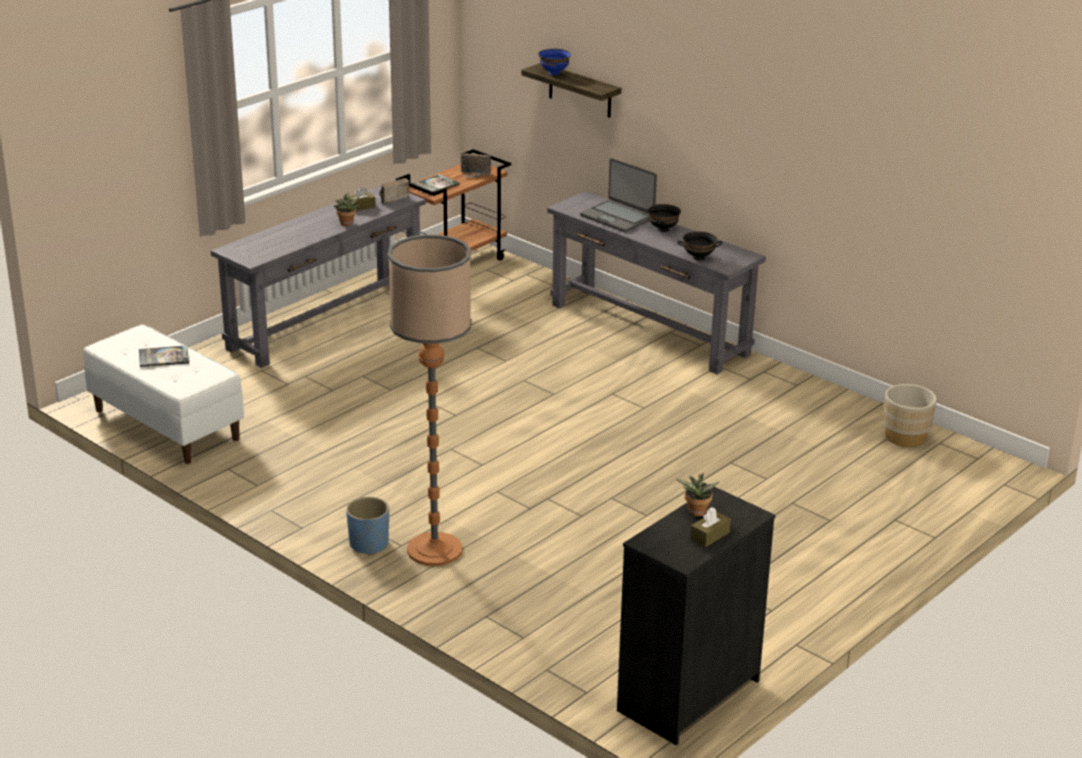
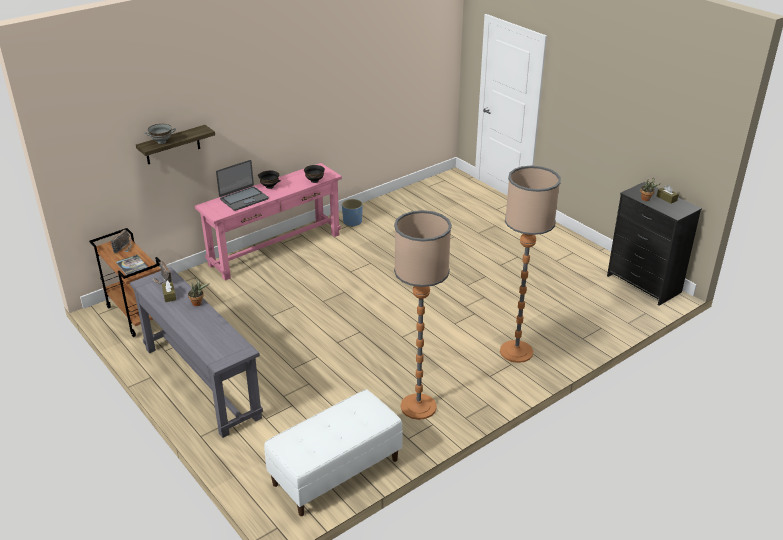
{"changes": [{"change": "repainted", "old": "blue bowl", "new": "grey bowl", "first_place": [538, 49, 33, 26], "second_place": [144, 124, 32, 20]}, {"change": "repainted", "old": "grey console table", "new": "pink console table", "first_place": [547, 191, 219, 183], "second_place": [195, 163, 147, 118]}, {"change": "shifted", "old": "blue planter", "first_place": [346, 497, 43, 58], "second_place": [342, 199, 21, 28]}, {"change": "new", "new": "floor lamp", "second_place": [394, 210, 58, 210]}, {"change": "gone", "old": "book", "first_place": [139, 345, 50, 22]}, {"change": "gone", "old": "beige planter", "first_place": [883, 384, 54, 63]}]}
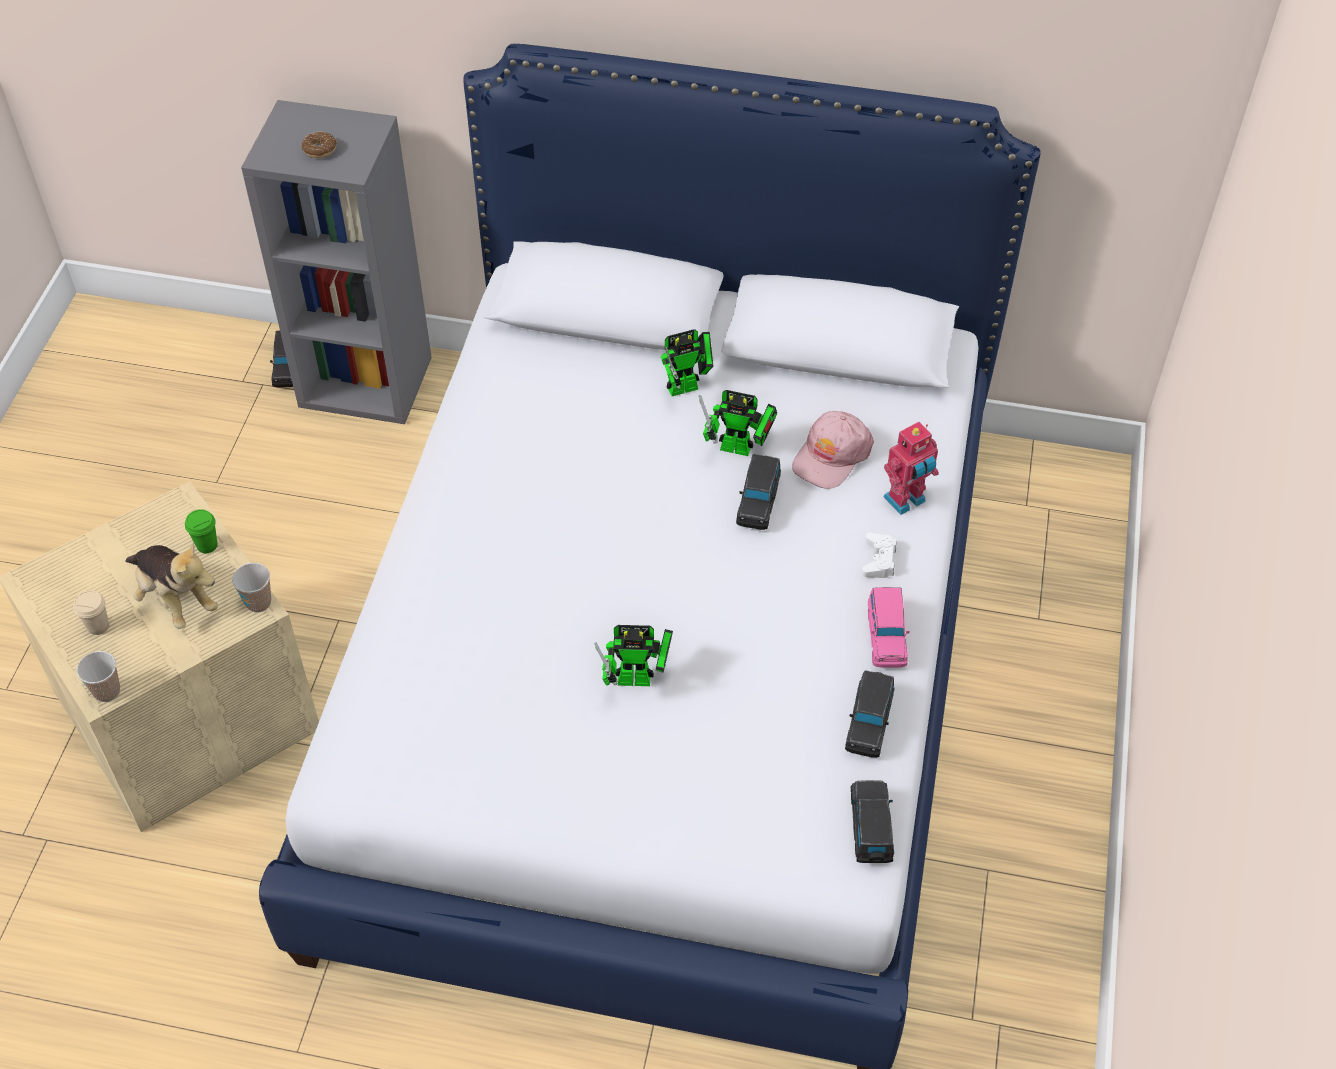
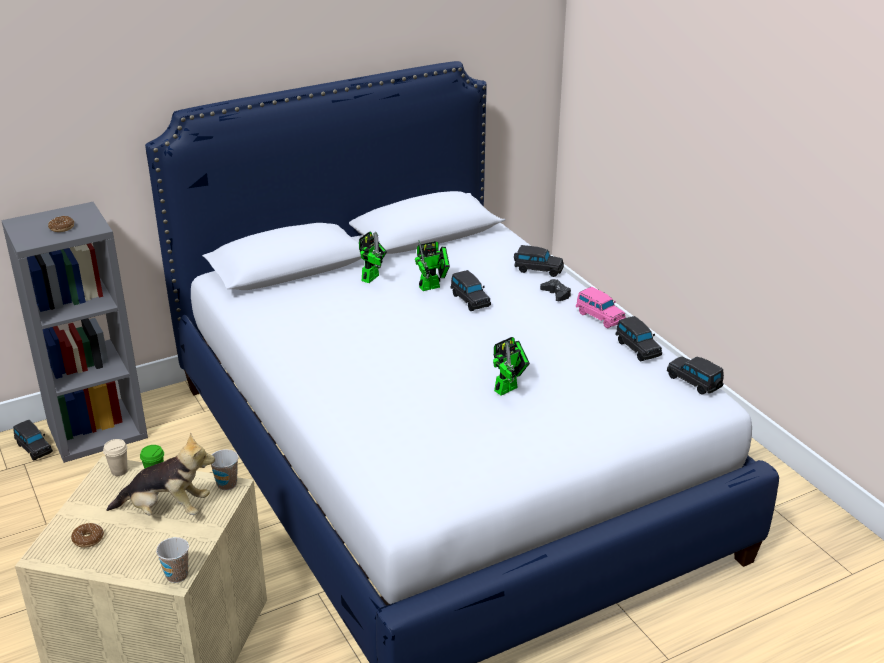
{"changes": [{"change": "new", "new": "donut", "second_place": [71, 523, 33, 25]}, {"change": "shifted", "old": "beige cup", "first_place": [73, 590, 36, 45], "second_place": [103, 439, 25, 37]}, {"change": "swapped", "old": "toy robot", "new": "black toy car", "first_place": [883, 422, 56, 93], "second_place": [514, 245, 50, 32]}, {"change": "repainted", "old": "white game controller", "new": "black game controller", "first_place": [862, 533, 35, 45], "second_place": [540, 279, 31, 22]}, {"change": "gone", "old": "pink cap", "first_place": [792, 411, 82, 78]}]}
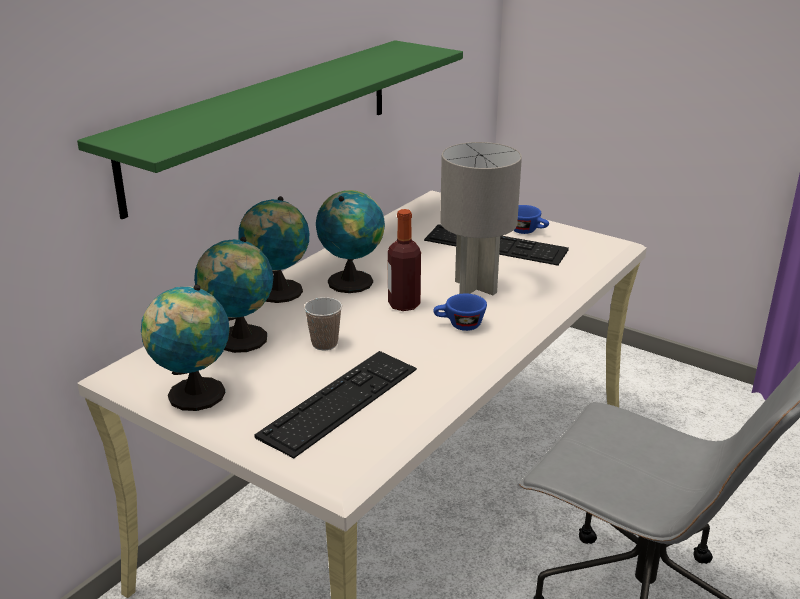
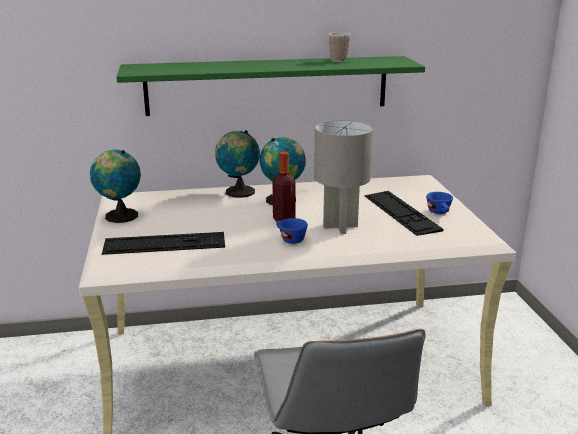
{"changes": [{"change": "shifted", "old": "cup", "first_place": [304, 297, 38, 54], "second_place": [328, 32, 23, 30]}, {"change": "gone", "old": "globe", "first_place": [194, 237, 79, 116]}]}
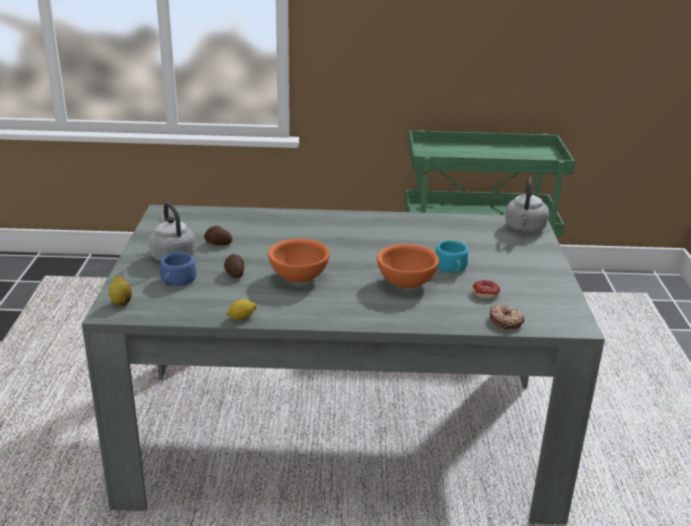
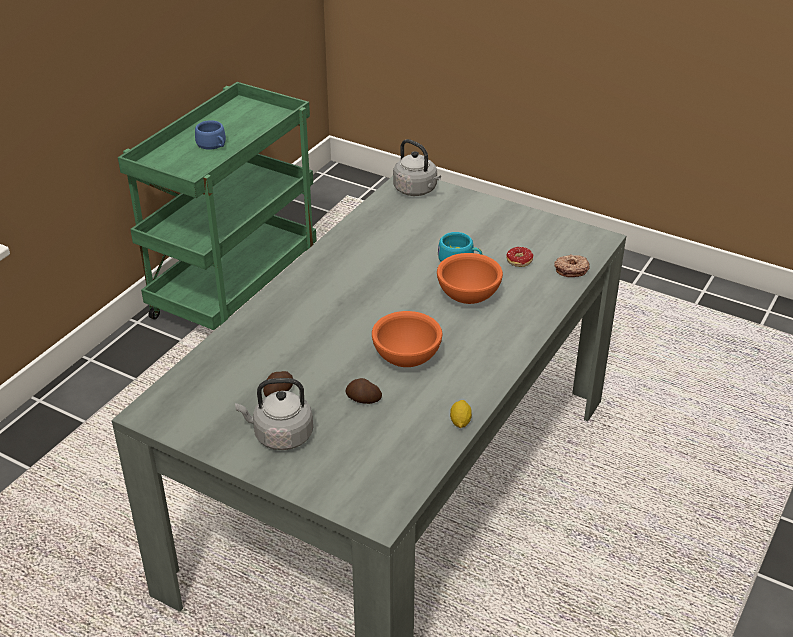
{"changes": [{"change": "shifted", "old": "blue cup", "first_place": [160, 252, 37, 34], "second_place": [195, 120, 31, 30]}, {"change": "gone", "old": "lemon", "first_place": [109, 275, 23, 31]}]}
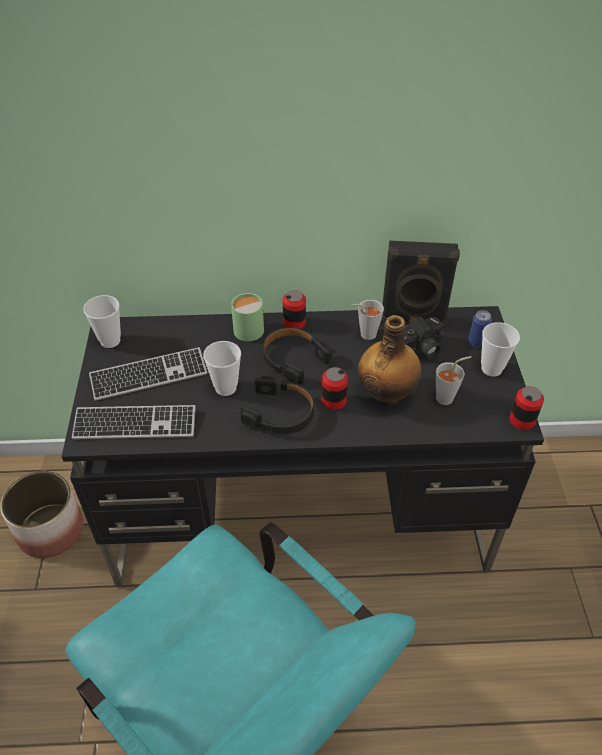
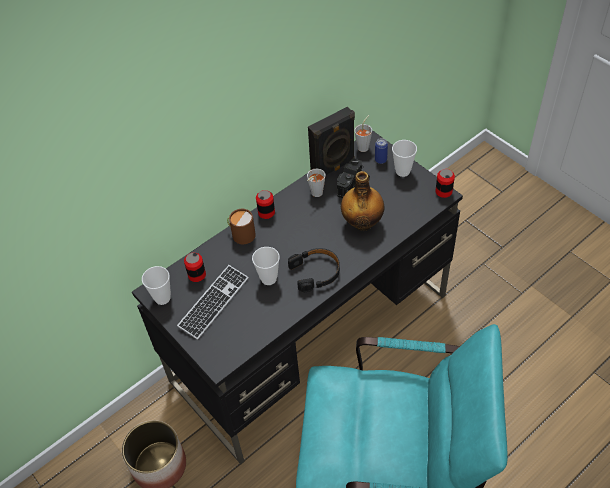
{"changes": [{"change": "shifted", "old": "can", "first_place": [321, 367, 27, 43], "second_place": [184, 253, 22, 29]}, {"change": "repainted", "old": "green mug", "new": "brown mug", "first_place": [231, 293, 33, 48], "second_place": [227, 209, 29, 35]}, {"change": "shifted", "old": "grey cup", "first_place": [436, 356, 36, 49], "second_place": [354, 115, 18, 37]}, {"change": "gone", "old": "keyboard", "first_place": [72, 405, 123, 34]}, {"change": "gone", "old": "black headphones", "first_place": [263, 327, 69, 57]}]}
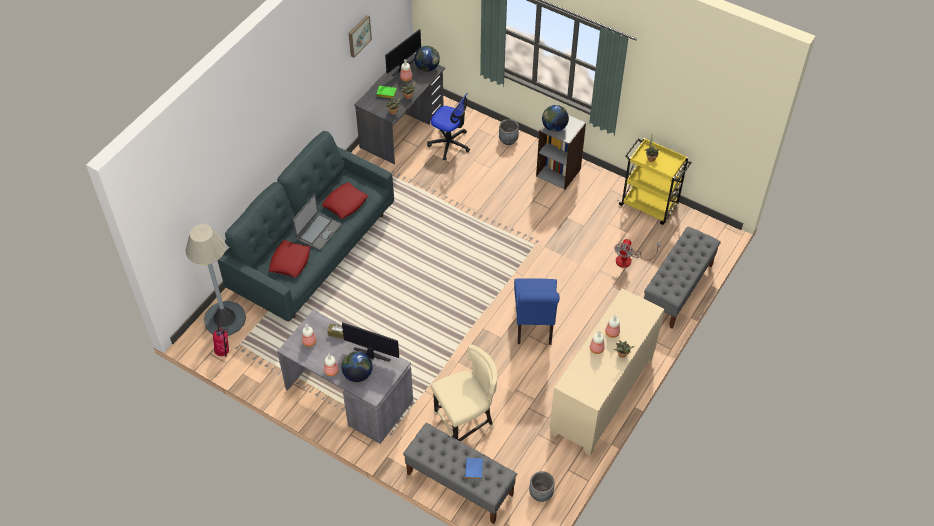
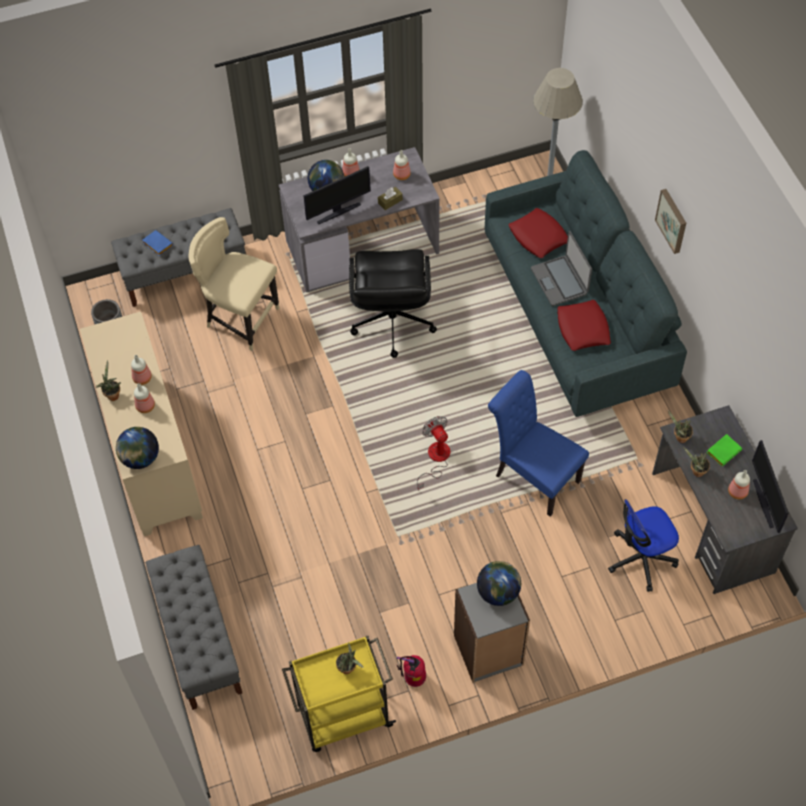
{"changes": [{"change": "shifted", "old": "globe", "first_place": [414, 46, 26, 26], "second_place": [116, 427, 43, 42]}, {"change": "rotated", "old": "beige chair", "first_place": [431, 345, 66, 97], "second_place": [189, 217, 90, 134], "degrees": 105}, {"change": "new", "new": "black office chair", "second_place": [349, 249, 88, 109]}, {"change": "shifted", "old": "fire extinguisher", "first_place": [213, 325, 16, 32], "second_place": [396, 655, 30, 32]}, {"change": "shifted", "old": "fan", "first_place": [615, 239, 46, 29], "second_place": [417, 416, 33, 74]}, {"change": "shifted", "old": "blue chair", "first_place": [514, 278, 46, 67], "second_place": [488, 370, 101, 146]}, {"change": "shifted", "old": "picture", "first_place": [348, 15, 24, 43], "second_place": [655, 189, 31, 65]}, {"change": "gone", "old": "grey planter", "first_place": [499, 119, 20, 26]}]}
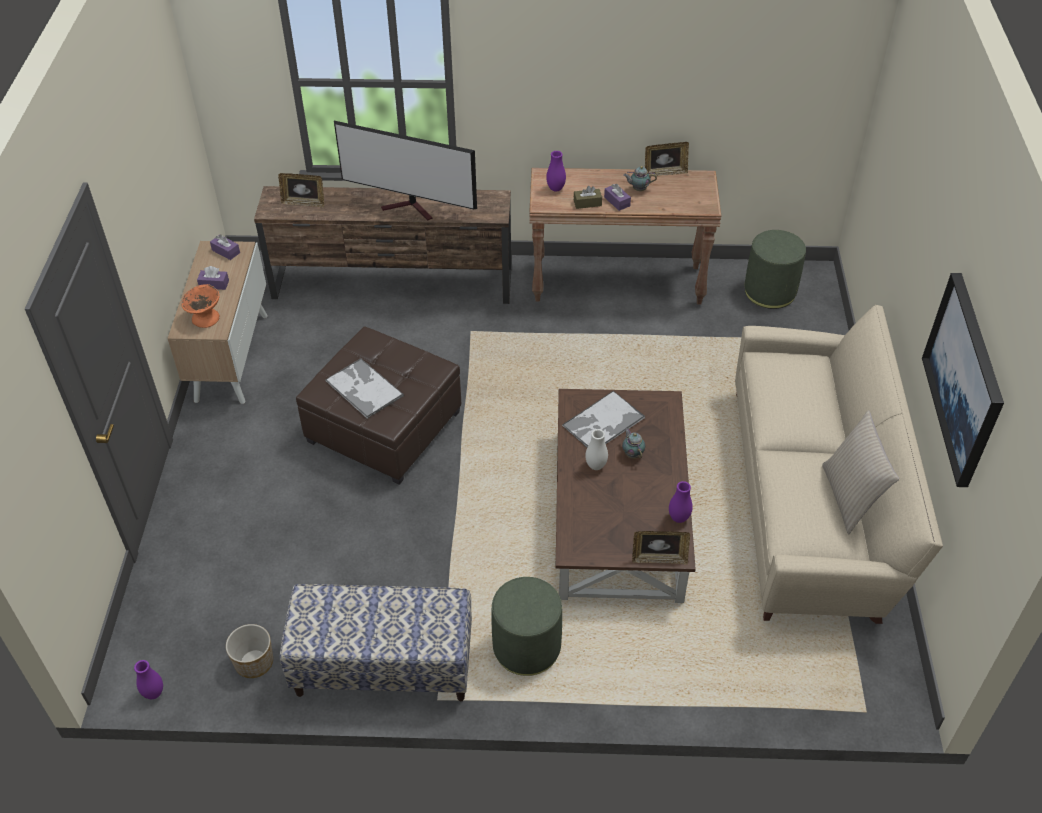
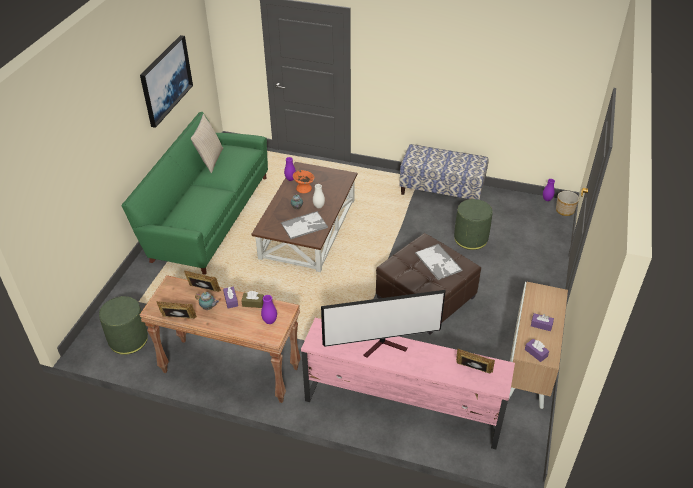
{"changes": [{"change": "repainted", "old": "beige sofa", "new": "green sofa", "first_place": [735, 305, 208, 319], "second_place": [121, 112, 147, 163]}, {"change": "shifted", "old": "picture frame", "first_place": [632, 531, 58, 34], "second_place": [184, 270, 37, 22]}, {"change": "shifted", "old": "orange bowl", "first_place": [181, 284, 39, 44], "second_place": [293, 170, 21, 23]}, {"change": "repainted", "old": "brown tv stand", "new": "pink tv stand", "first_place": [254, 186, 257, 118], "second_place": [301, 318, 214, 131]}, {"change": "rotated", "old": "television", "first_place": [334, 121, 143, 99], "second_place": [321, 290, 125, 68], "degrees": 135}, {"change": "shifted", "old": "green ottoman", "first_place": [491, 577, 71, 99], "second_place": [454, 199, 39, 51]}, {"change": "shifted", "old": "planter", "first_place": [226, 624, 47, 54], "second_place": [556, 191, 23, 25]}]}
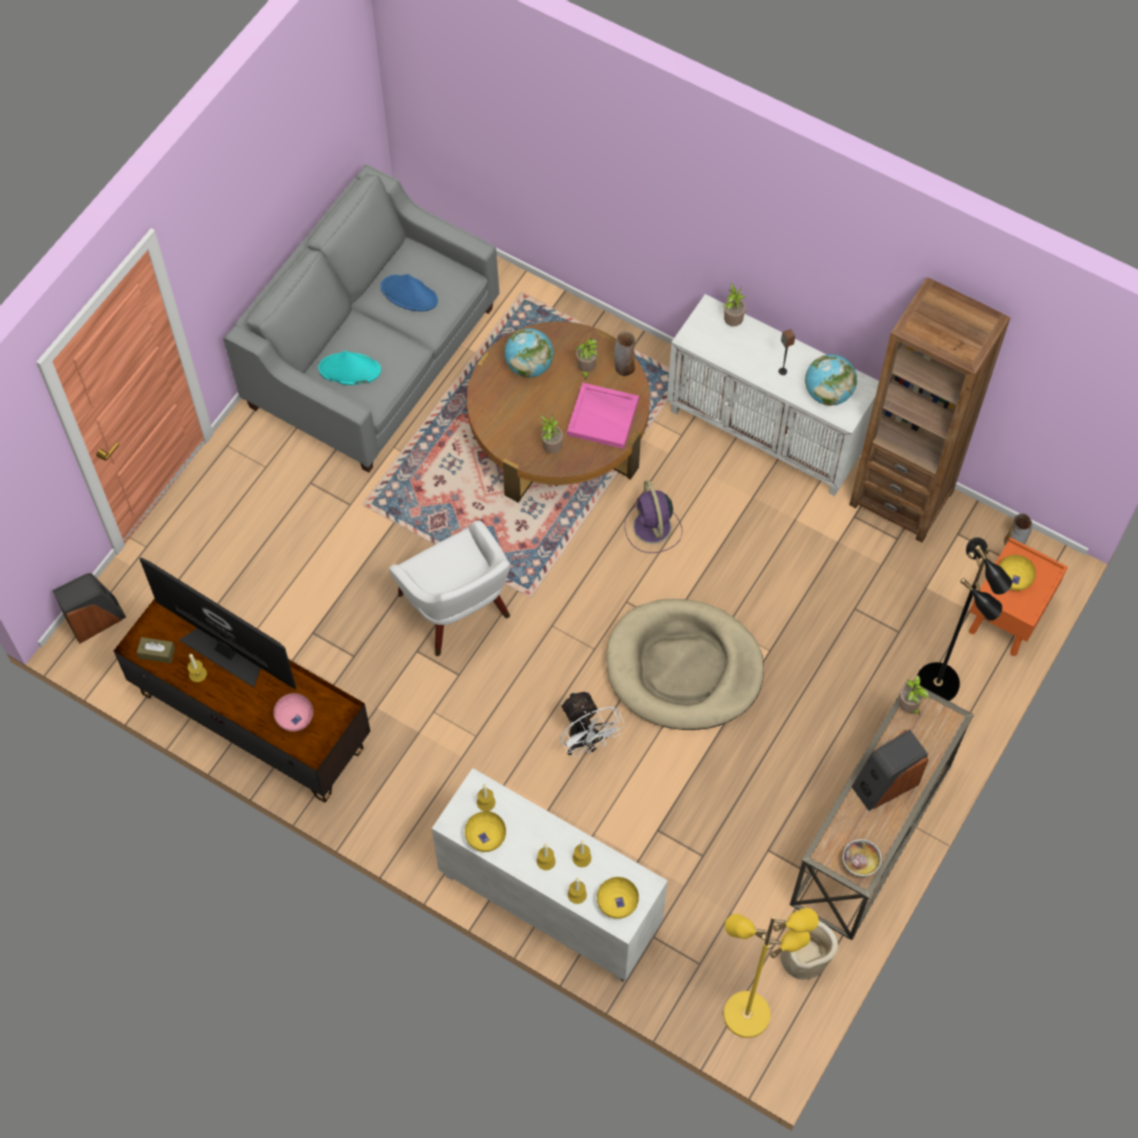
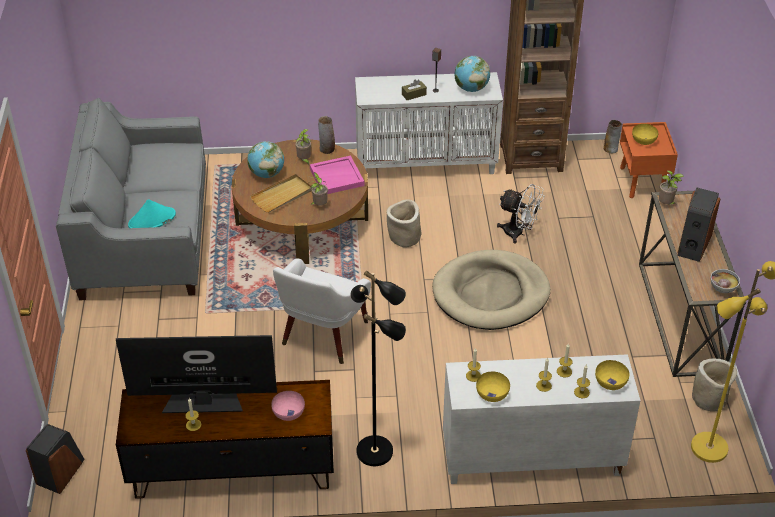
{"changes": [{"change": "new", "new": "beige tray", "second_place": [250, 174, 62, 39]}, {"change": "rotated", "old": "white armchair", "first_place": [389, 521, 121, 135], "second_place": [273, 258, 98, 106], "degrees": 90}, {"change": "shifted", "old": "black floor lamp", "first_place": [917, 537, 95, 164], "second_place": [351, 271, 55, 195]}, {"change": "swapped", "old": "purple fan", "new": "beige planter", "first_place": [624, 480, 58, 73], "second_place": [387, 199, 34, 48]}, {"change": "shifted", "old": "brown tissue box", "first_place": [137, 637, 38, 26], "second_place": [402, 80, 25, 20]}, {"change": "shifted", "old": "white fan", "first_place": [560, 691, 65, 66], "second_place": [497, 184, 47, 60]}, {"change": "gone", "old": "blue hat", "first_place": [380, 274, 58, 38]}, {"change": "gone", "old": "potted plant", "first_place": [724, 283, 22, 43]}]}
